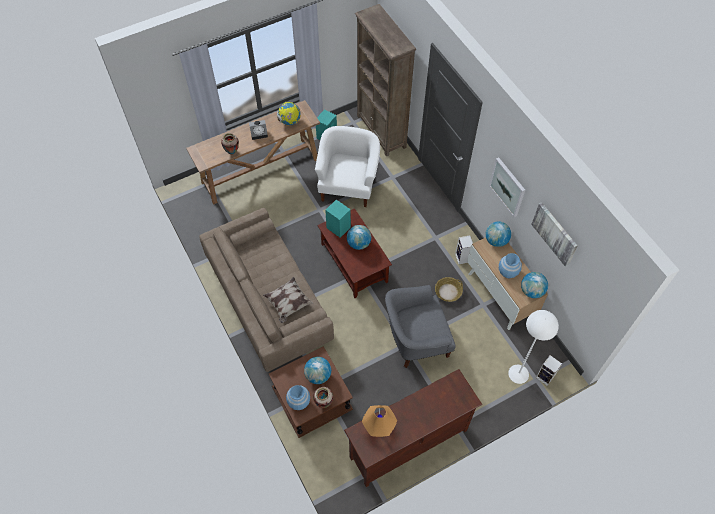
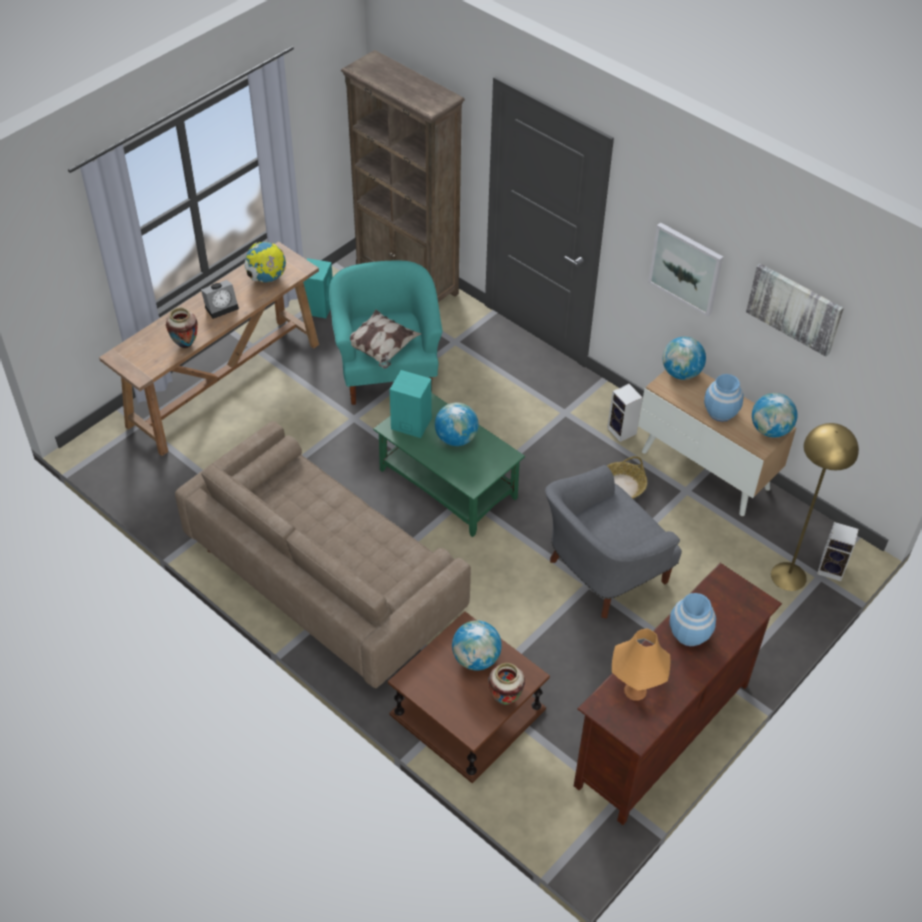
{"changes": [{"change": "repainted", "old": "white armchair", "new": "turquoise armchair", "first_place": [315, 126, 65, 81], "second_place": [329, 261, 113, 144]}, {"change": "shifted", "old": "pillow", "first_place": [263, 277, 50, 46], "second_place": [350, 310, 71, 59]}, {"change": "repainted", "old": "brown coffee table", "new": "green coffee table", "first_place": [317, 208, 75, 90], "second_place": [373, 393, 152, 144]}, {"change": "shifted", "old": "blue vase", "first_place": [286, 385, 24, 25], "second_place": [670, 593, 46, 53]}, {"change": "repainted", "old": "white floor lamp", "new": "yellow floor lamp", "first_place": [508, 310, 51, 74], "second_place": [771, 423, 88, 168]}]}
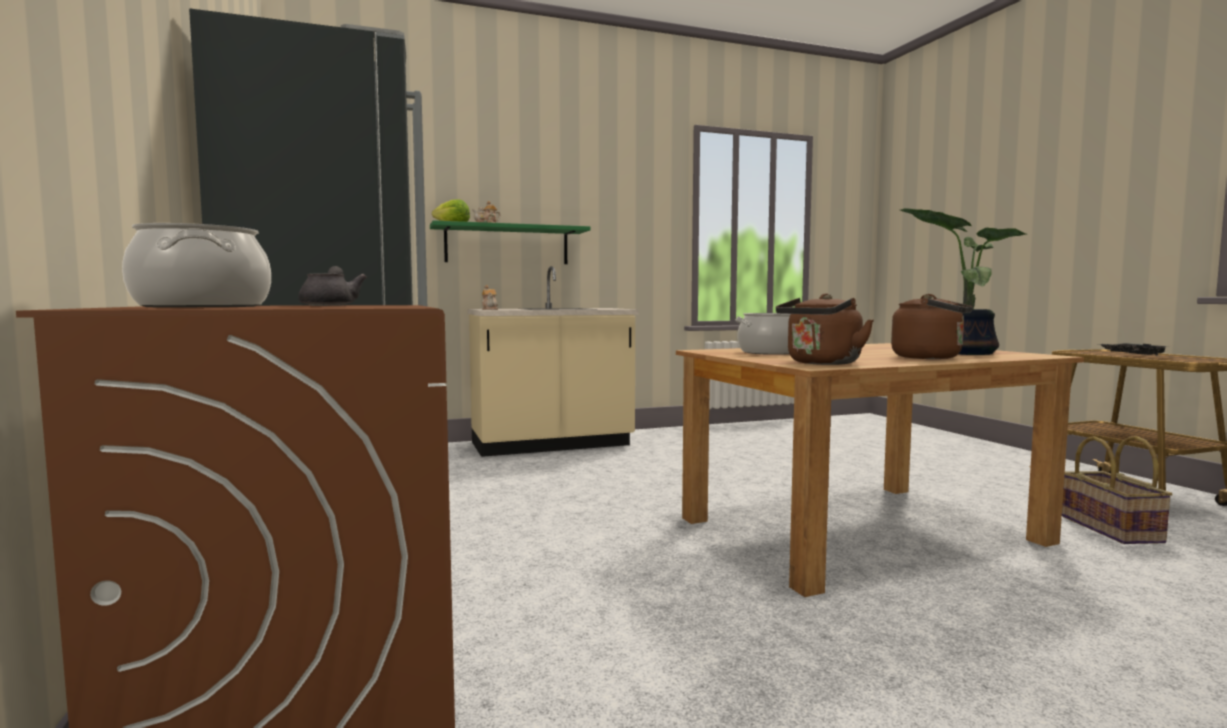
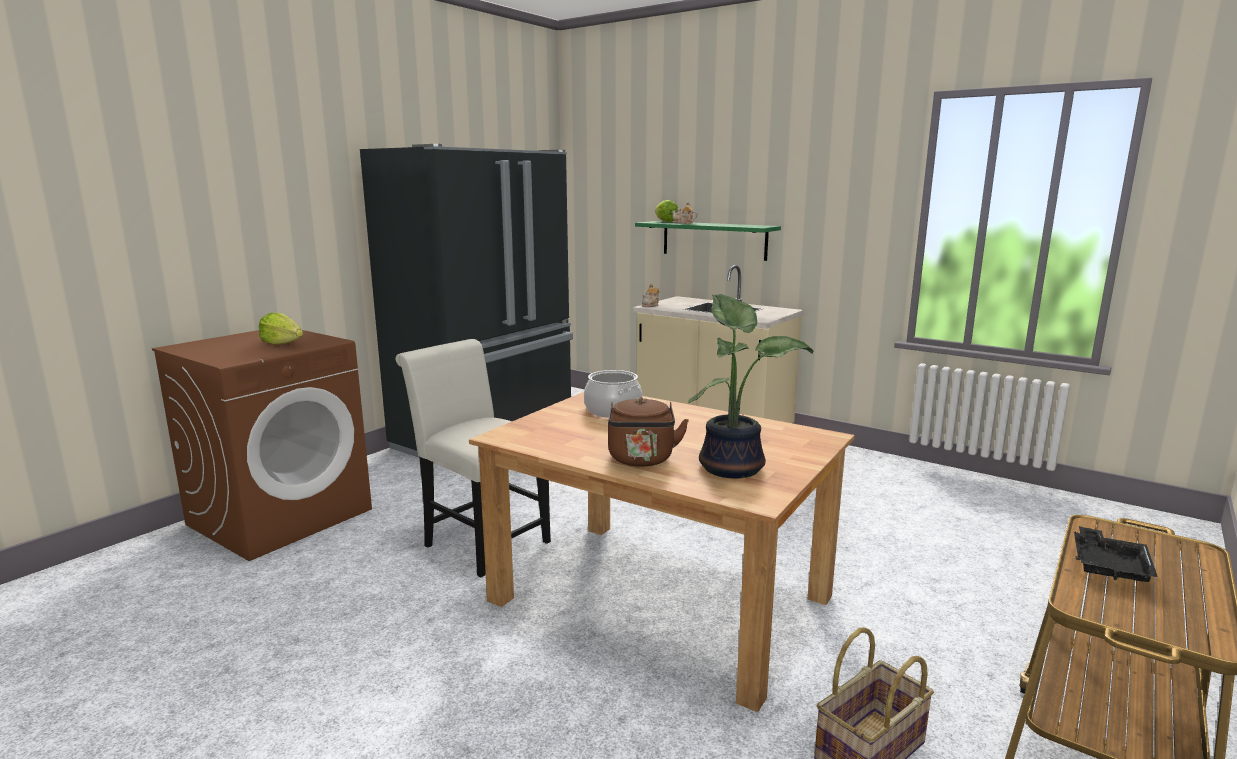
{"changes": [{"change": "swapped", "old": "grey teapot", "new": "lettuce", "first_place": [298, 266, 69, 40], "second_place": [259, 313, 44, 32]}, {"change": "new", "new": "white chair", "second_place": [395, 339, 156, 238]}, {"change": "gone", "old": "cooking pot", "first_place": [122, 223, 149, 84]}, {"change": "gone", "old": "brown kettle", "first_place": [776, 293, 98, 72]}]}
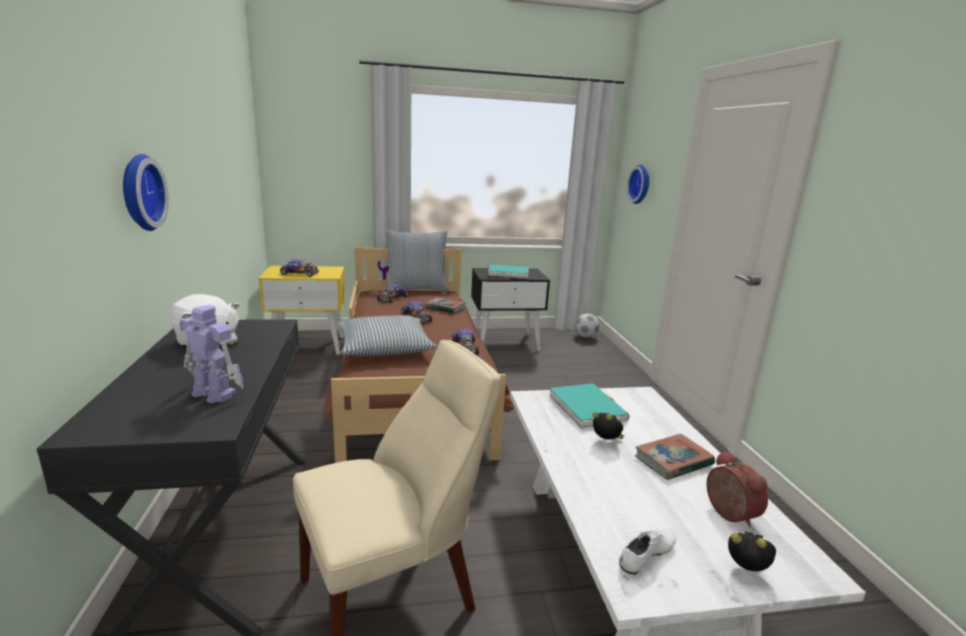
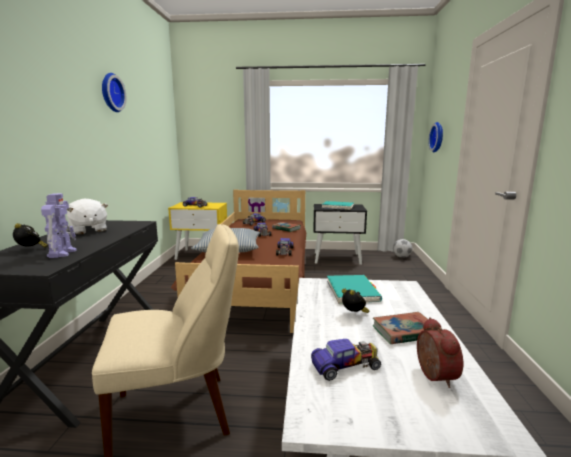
{"changes": [{"change": "shifted", "old": "alarm clock", "first_place": [728, 531, 48, 40], "second_place": [13, 223, 35, 25]}, {"change": "rotated", "old": "toy robot", "first_place": [179, 305, 65, 98], "second_place": [41, 193, 36, 65], "degrees": 45}, {"change": "shifted", "old": "wall clock", "first_place": [123, 154, 46, 77], "second_place": [102, 73, 24, 39]}, {"change": "new", "new": "toy car", "second_place": [311, 339, 70, 42]}, {"change": "gone", "old": "pillow", "first_place": [385, 230, 64, 61]}, {"change": "gone", "old": "white shoe", "first_place": [619, 528, 57, 47]}]}
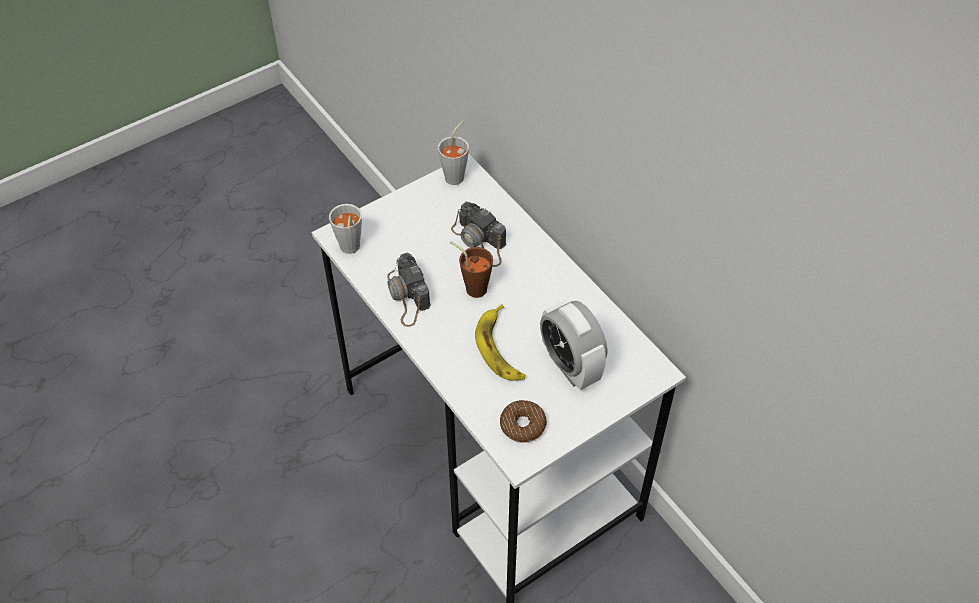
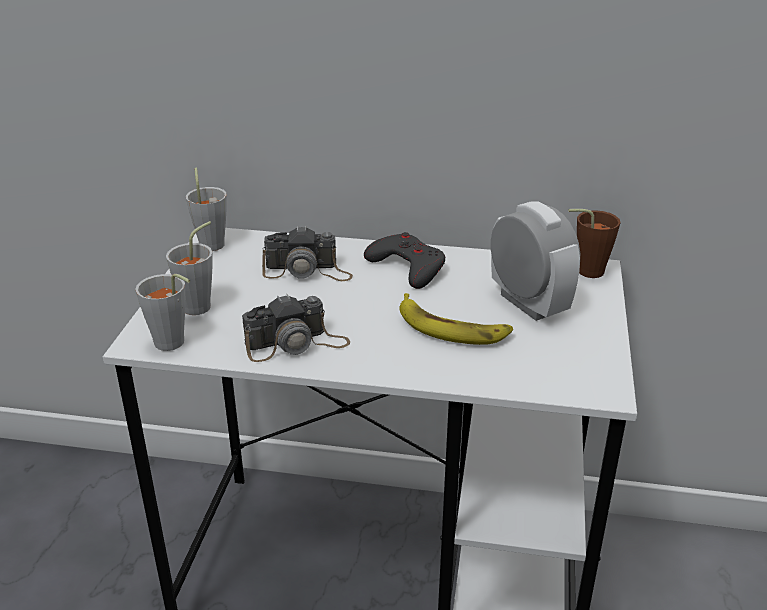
{"changes": [{"change": "new", "new": "grey cup", "second_place": [166, 221, 46, 94]}, {"change": "rotated", "old": "photo camera", "first_place": [387, 252, 43, 75], "second_place": [242, 294, 109, 68], "degrees": -45}, {"change": "new", "new": "grey game controller", "second_place": [364, 232, 82, 57]}, {"change": "rotated", "old": "alarm clock", "first_place": [540, 300, 67, 90], "second_place": [491, 201, 89, 120], "degrees": -135}, {"change": "shifted", "old": "brown cup", "first_place": [450, 241, 43, 57], "second_place": [568, 209, 53, 69]}, {"change": "gone", "old": "donut", "first_place": [500, 400, 47, 43]}]}
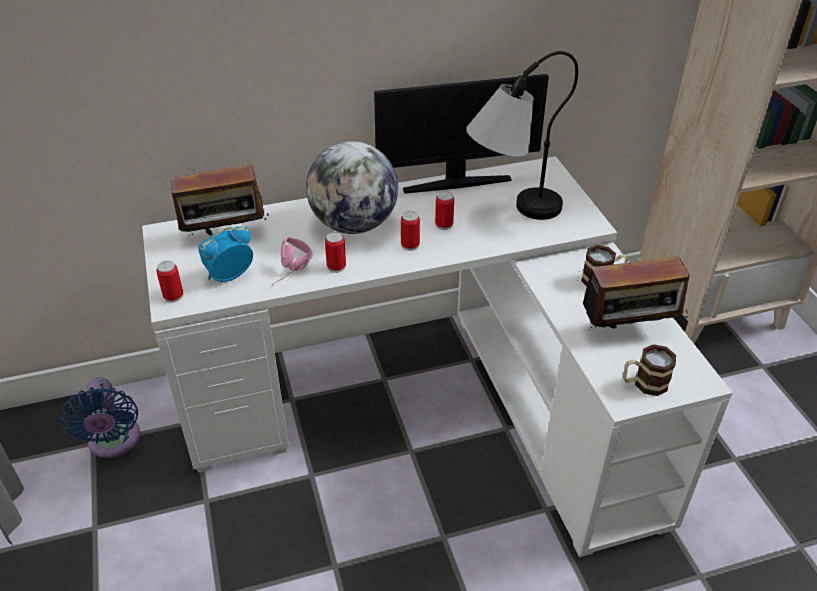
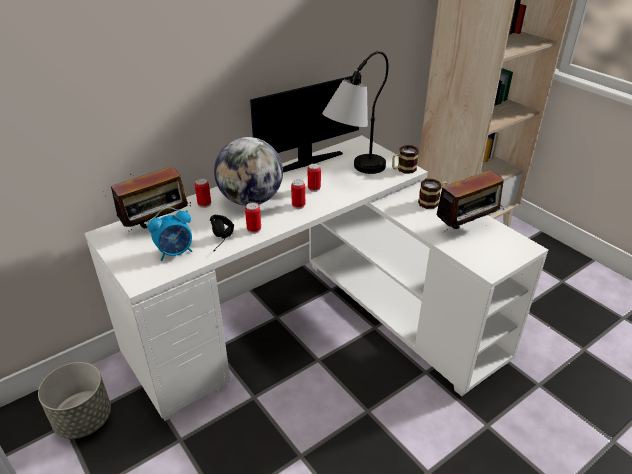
{"changes": [{"change": "swapped", "old": "blue fan", "new": "grey planter", "first_place": [60, 377, 80, 81], "second_place": [38, 362, 73, 77]}, {"change": "rotated", "old": "alarm clock", "first_place": [198, 226, 55, 56], "second_place": [147, 207, 45, 54], "degrees": -150}, {"change": "shifted", "old": "can", "first_place": [156, 261, 27, 42], "second_place": [195, 178, 16, 30]}, {"change": "repainted", "old": "pink headphones", "new": "black headphones", "first_place": [272, 237, 41, 48], "second_place": [210, 215, 24, 36]}, {"change": "shifted", "old": "mug", "first_place": [623, 344, 53, 52], "second_place": [392, 145, 27, 29]}]}
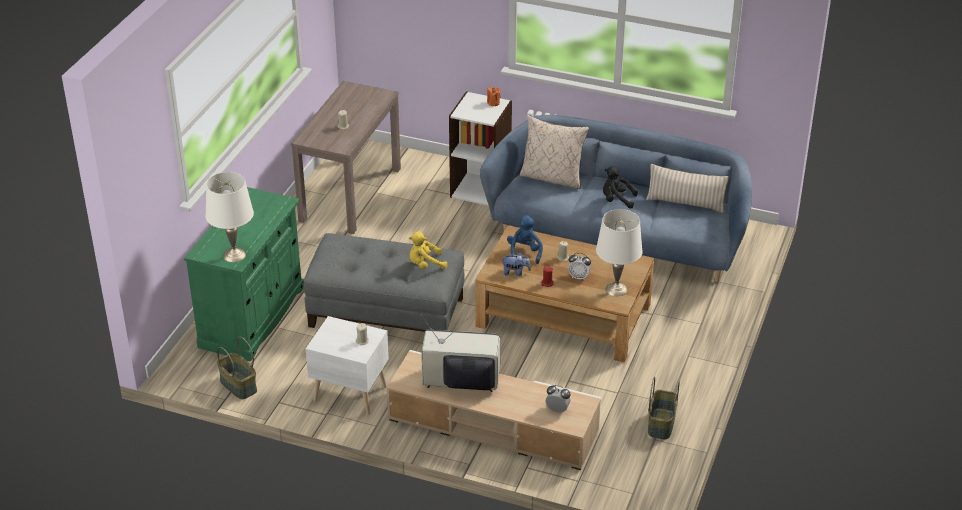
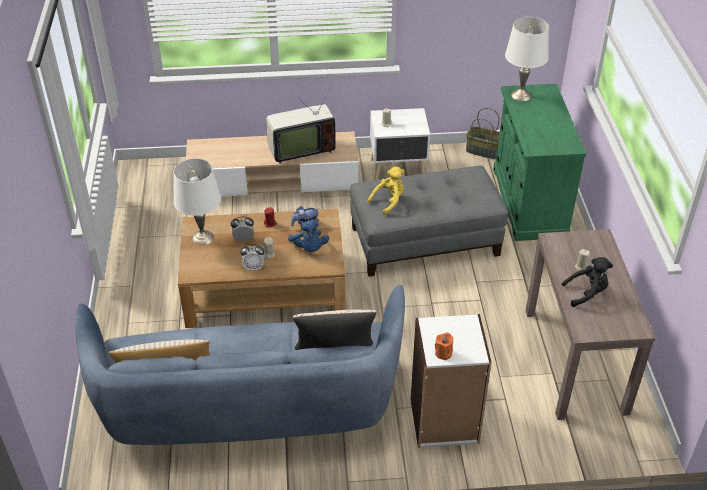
{"changes": [{"change": "shifted", "old": "alarm clock", "first_place": [546, 385, 25, 27], "second_place": [240, 244, 24, 26]}, {"change": "shifted", "old": "black plush toy", "first_place": [603, 166, 35, 43], "second_place": [562, 257, 51, 50]}, {"change": "gone", "old": "basket", "first_place": [648, 377, 32, 62]}]}
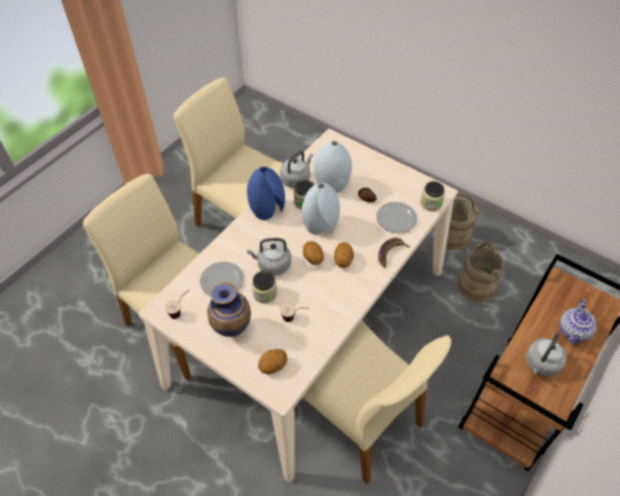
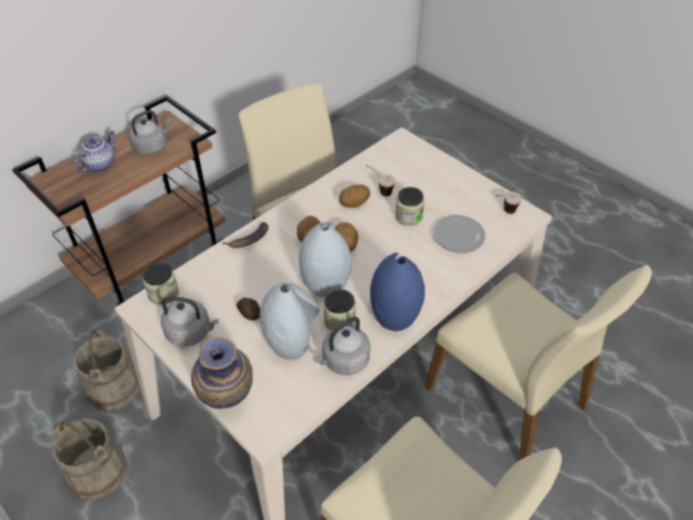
{"changes": [{"change": "shifted", "old": "grey kettle", "first_place": [247, 238, 44, 38], "second_place": [161, 296, 58, 50]}, {"change": "shifted", "old": "vase", "first_place": [207, 282, 44, 55], "second_place": [191, 336, 62, 73]}, {"change": "shifted", "old": "potato", "first_place": [258, 349, 29, 26], "second_place": [339, 185, 31, 23]}, {"change": "gone", "old": "plate", "first_place": [376, 202, 41, 31]}]}
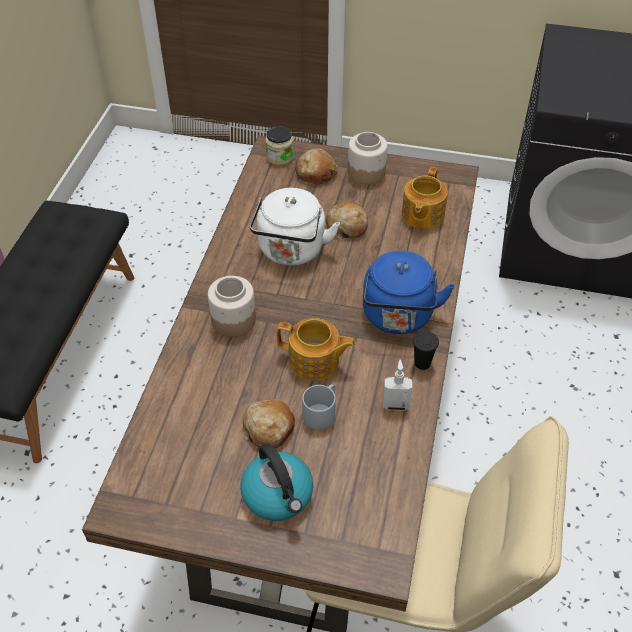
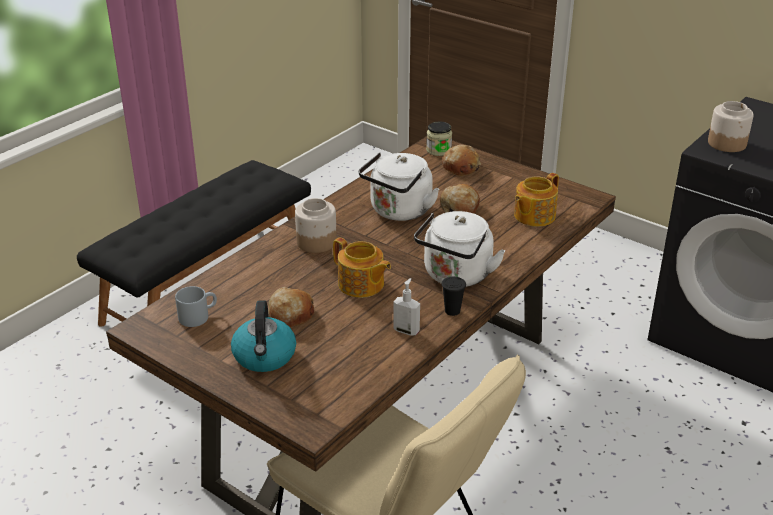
{"changes": [{"change": "shifted", "old": "grey mug", "first_place": [302, 384, 34, 46], "second_place": [175, 286, 42, 41]}, {"change": "repainted", "old": "blue kettle", "new": "white kettle", "first_place": [363, 251, 92, 83], "second_place": [414, 211, 91, 76]}, {"change": "shifted", "old": "jar", "first_place": [348, 132, 40, 53], "second_place": [708, 101, 46, 51]}]}
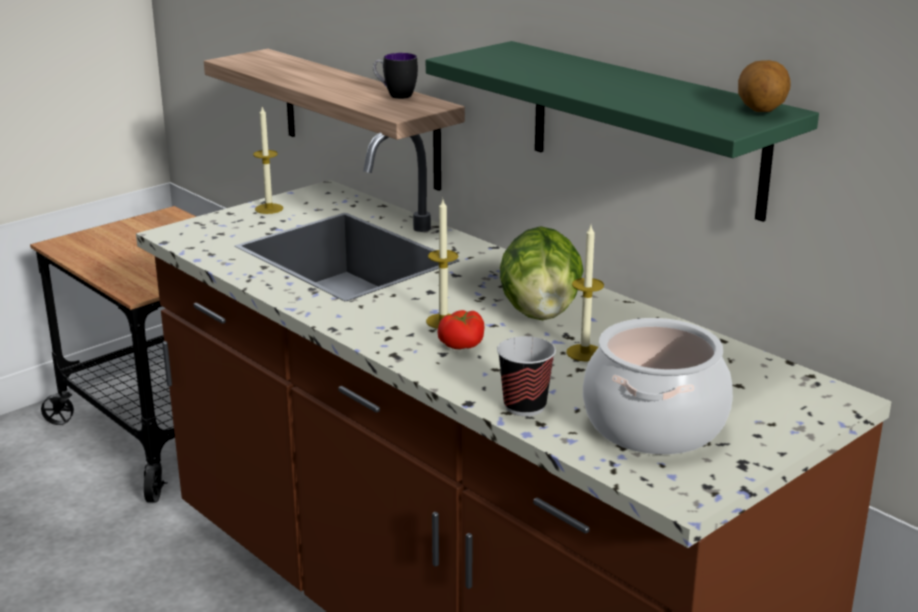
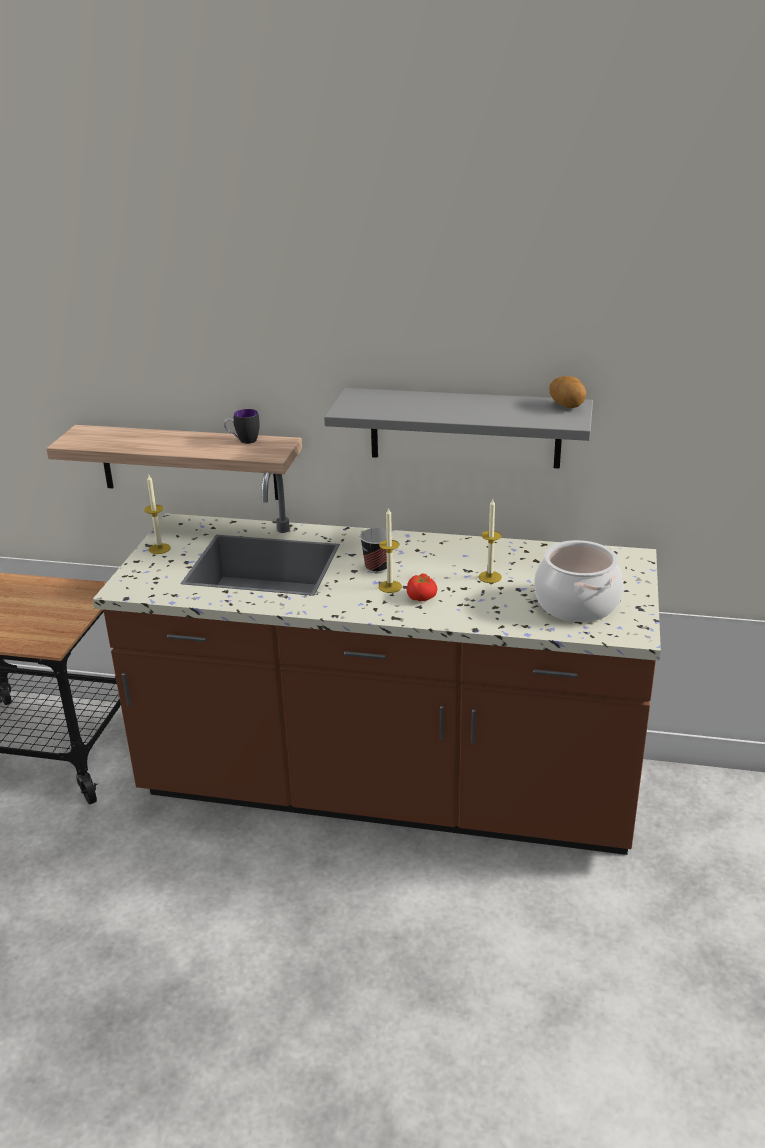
{"changes": [{"change": "repainted", "old": "green shelf", "new": "grey shelf", "first_place": [426, 41, 393, 181], "second_place": [324, 388, 269, 81]}, {"change": "shifted", "old": "cup", "first_place": [497, 336, 59, 80], "second_place": [360, 528, 33, 45]}, {"change": "gone", "old": "lettuce", "first_place": [500, 226, 84, 94]}]}
